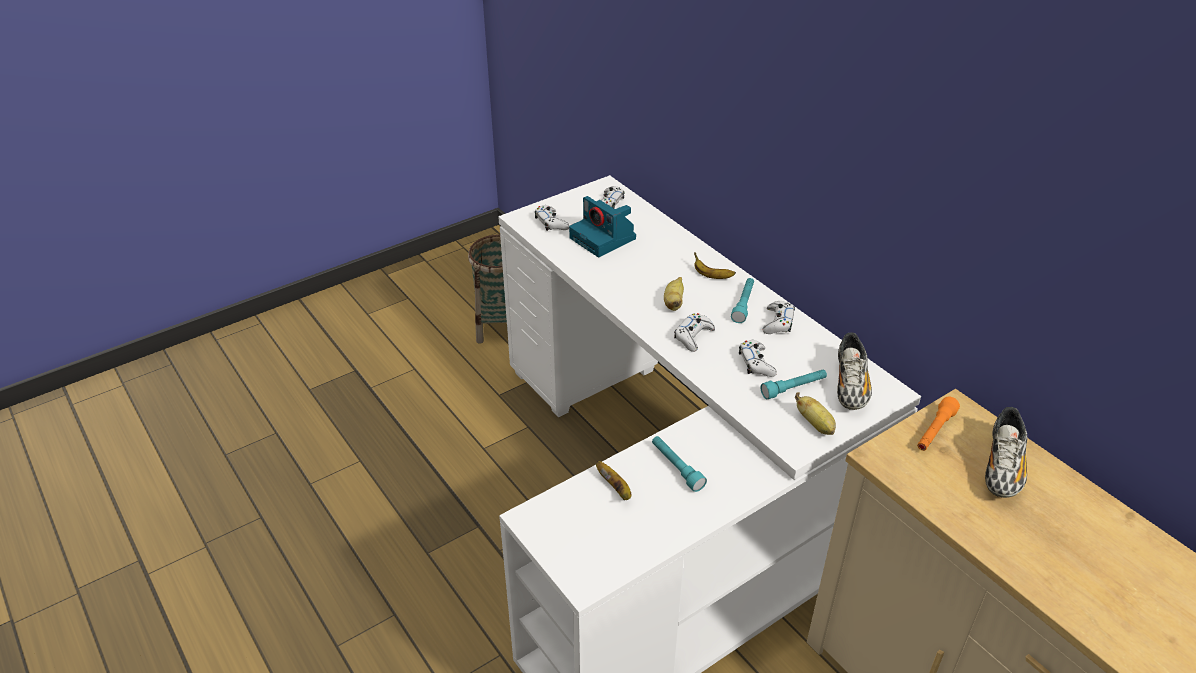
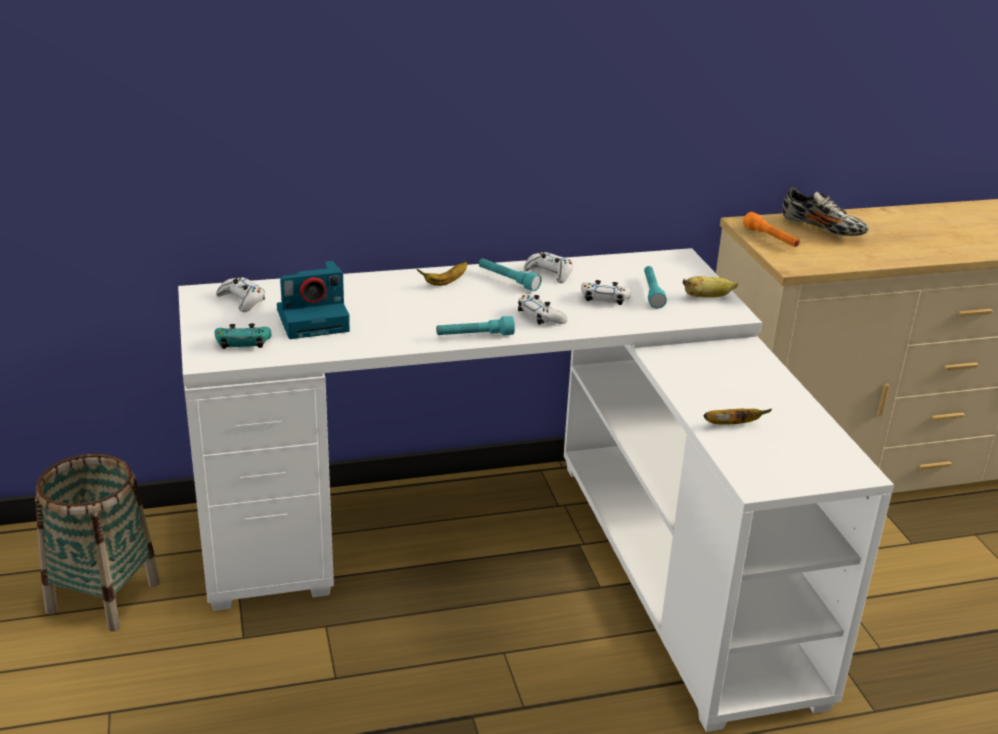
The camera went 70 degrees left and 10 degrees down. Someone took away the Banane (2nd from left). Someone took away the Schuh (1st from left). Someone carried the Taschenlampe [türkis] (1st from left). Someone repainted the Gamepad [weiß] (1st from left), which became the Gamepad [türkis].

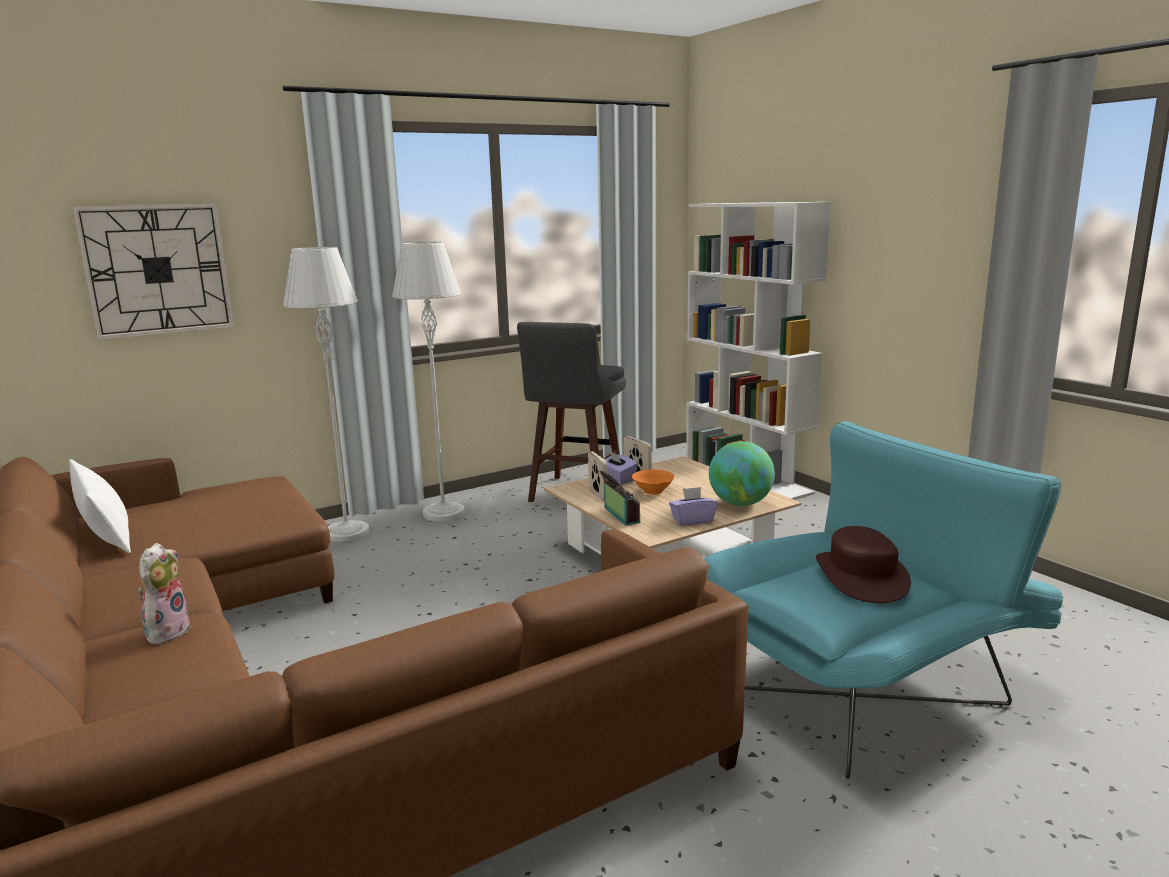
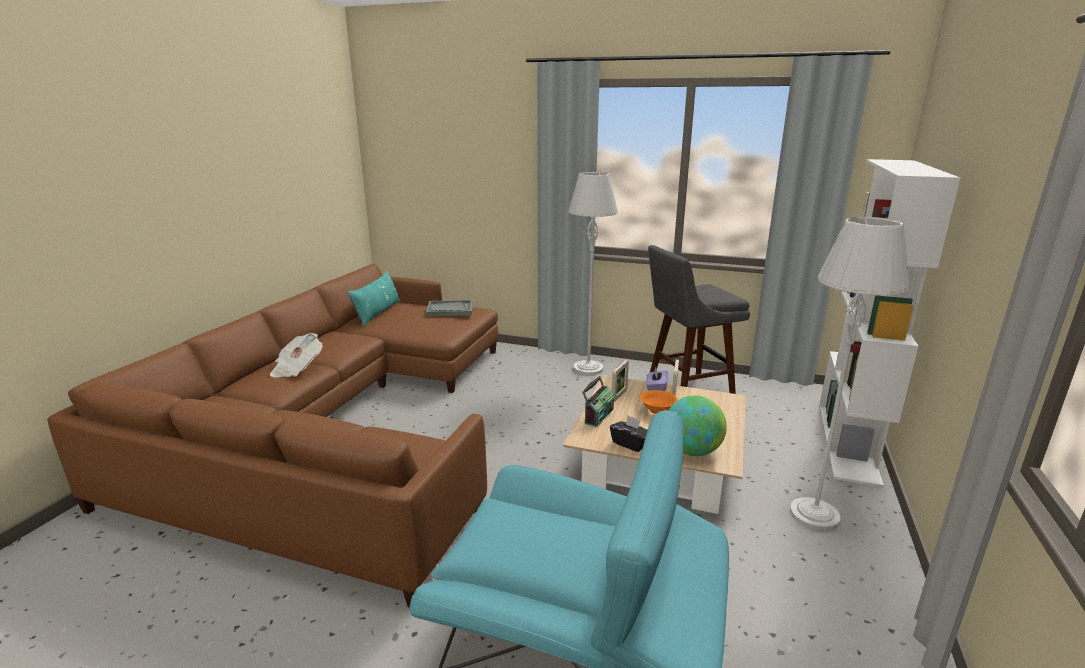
The camera went 50 degrees right and 5 degrees up. Someone took away the Wanduhr. Someone took away the Hut [braun]. Someone put down the Tablett [grau]. Someone carried the Stehlampe [grau] (1st from left in the first image). Someone swapped the Plüschtier for the Zeitung. Someone repainted the Kissen [weiß], which became the Kissen [türkis]. Someone repainted the Taschentuchbox [lila] (2nd from left), which became the Taschentuchbox [schwarz].

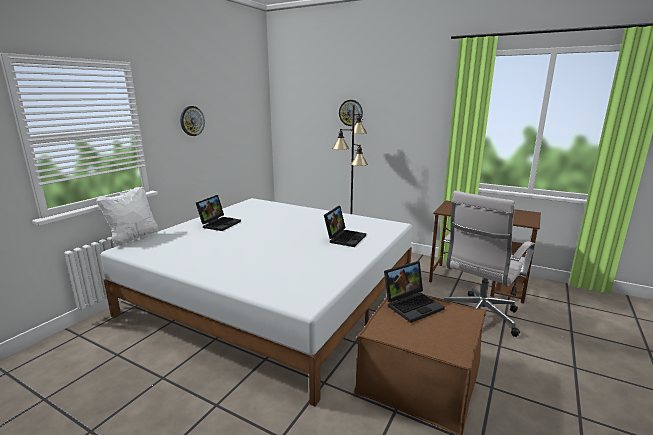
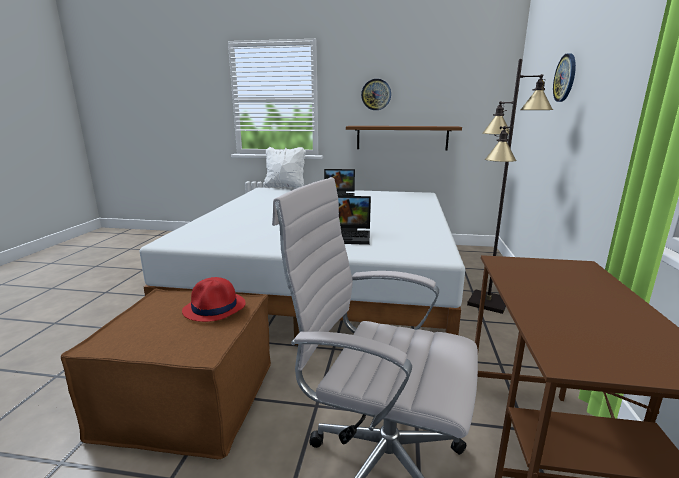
The camera went 70 degrees right and 0 degrees up. Someone put up the Wandregal [braun]. Someone swapped the Laptop (3rd from left) for the Hut [rot].

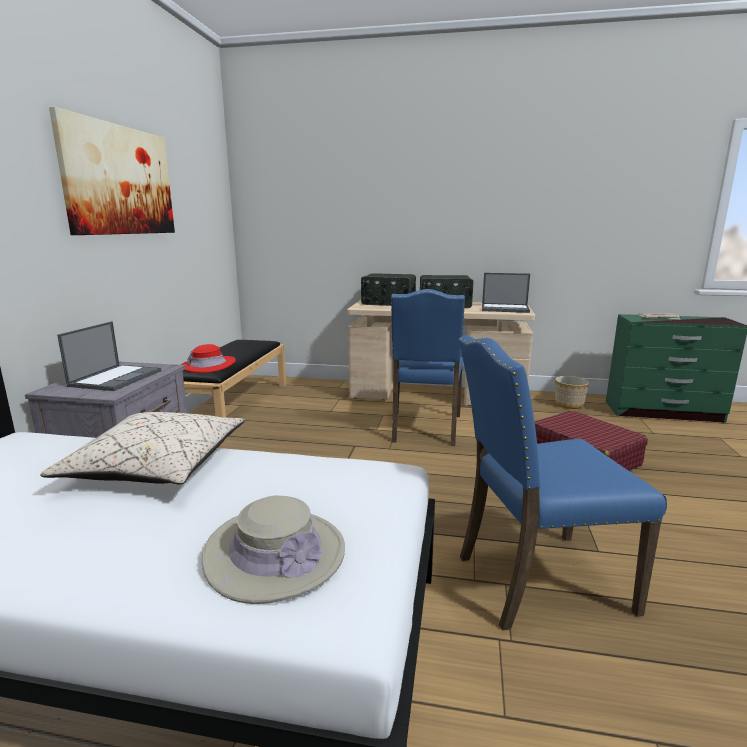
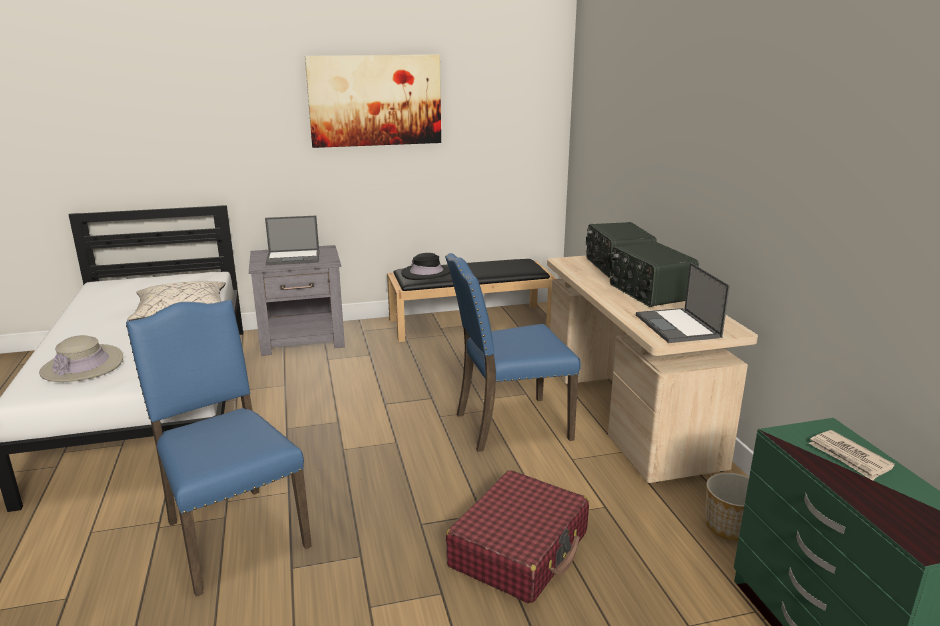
The camera went 65 degrees right and 5 degrees up. Someone repainted the Hut [rot], which became the Hut [schwarz].

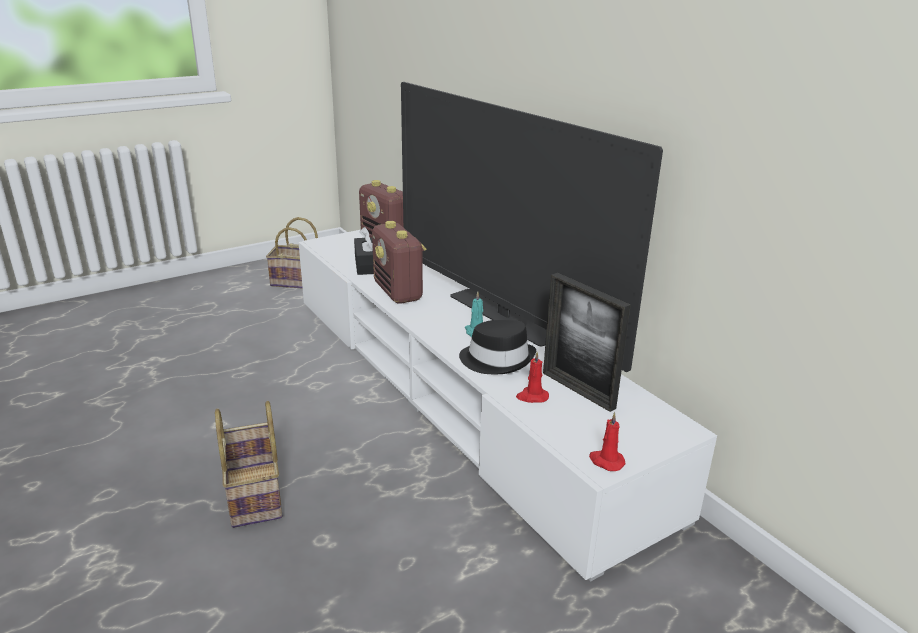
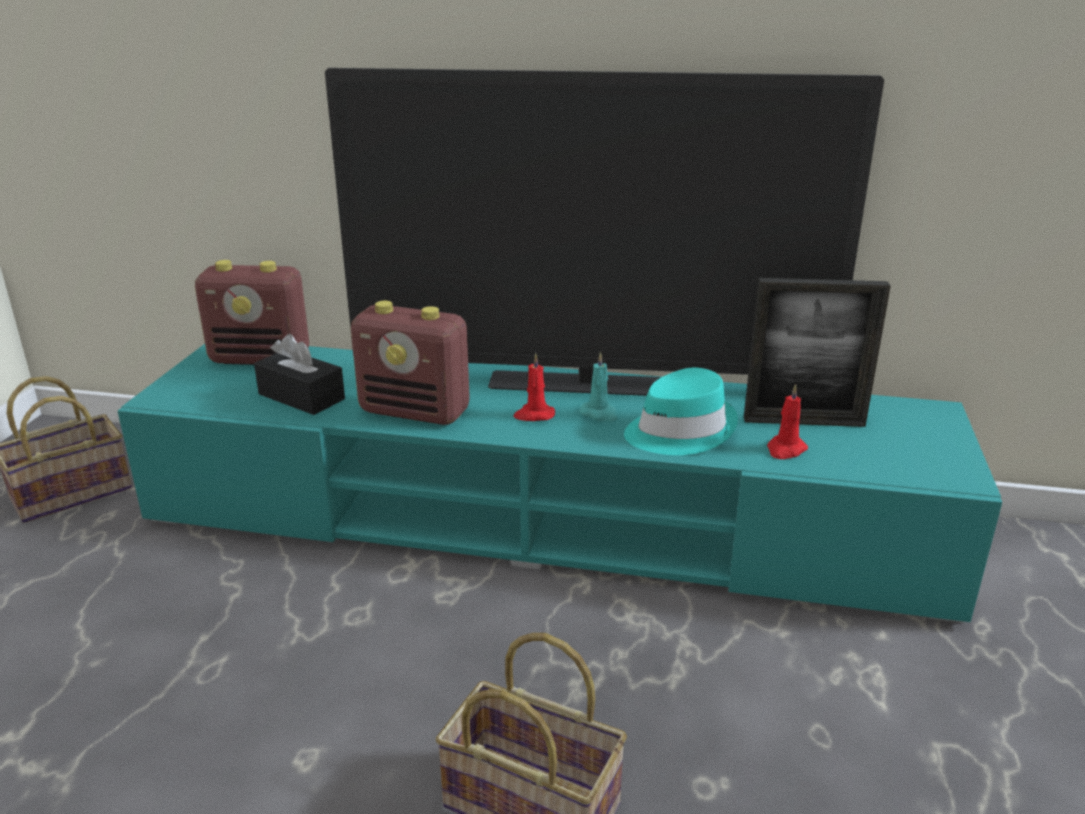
The camera went 45 degrees left and 0 degrees up. Someone carried the Kerze [rot] (2nd from left in the first image). Someone repainted the Fernsehschrank [weiß], which became the Fernsehschrank [türkis]. Someone repainted the Hut [schwarz], which became the Hut [türkis].

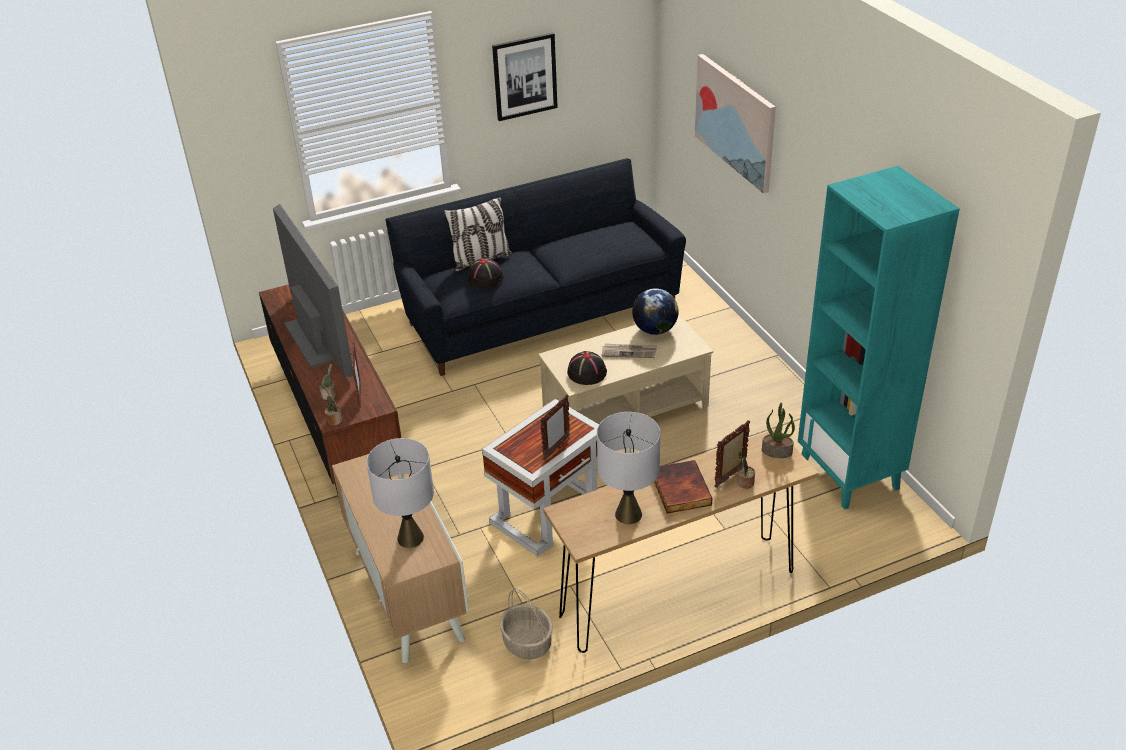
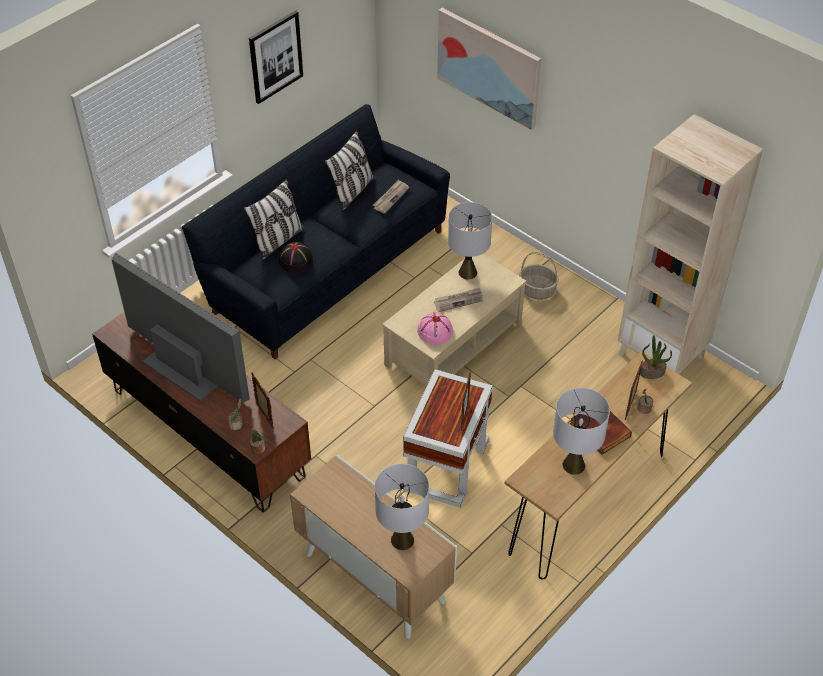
The camera went 25 degrees left and 10 degrees up. Someone put down the Kissen (2nd from left). Someone put down the Zeitung (1st from left). Someone carried the Korb. Someone swapped the Globus for the Tischlampe [grau] (2nd from left). Someone repainted the Hut [schwarz] (2nd from left), which became the Hut [rosa]. Someone repainted the Bücherregal [türkis], which became the Bücherregal [beige].

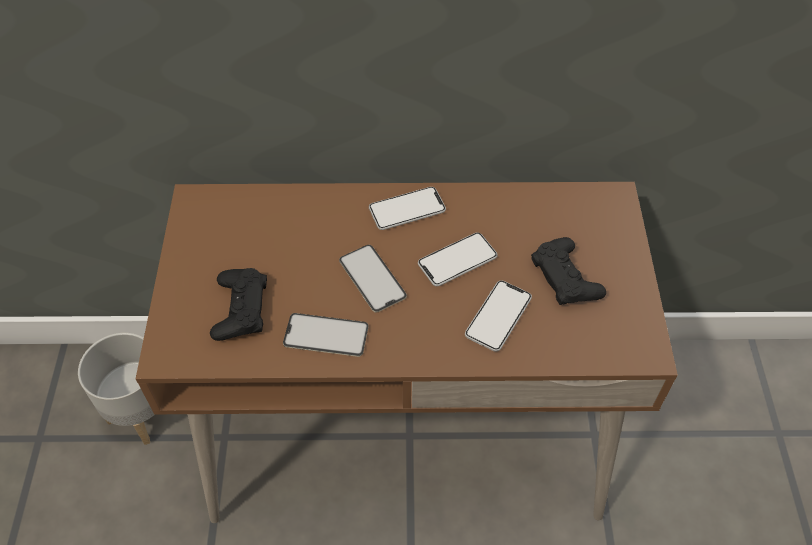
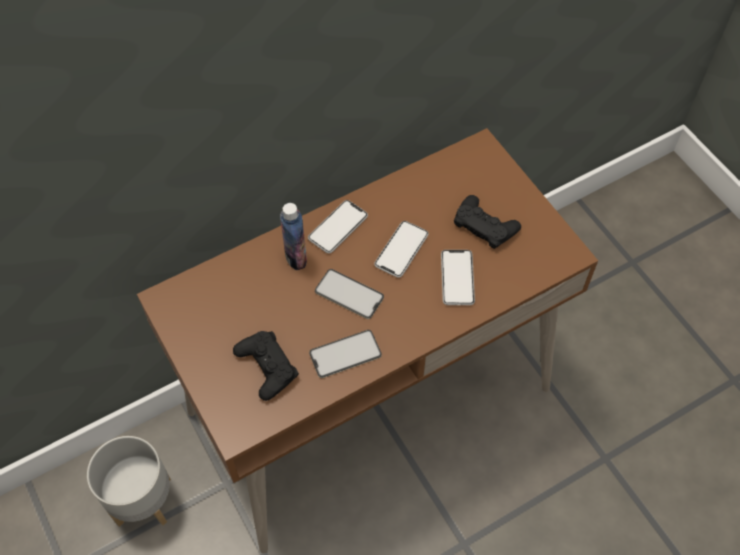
The camera went 30 degrees left and 5 degrees up. Someone put down the Flasche.

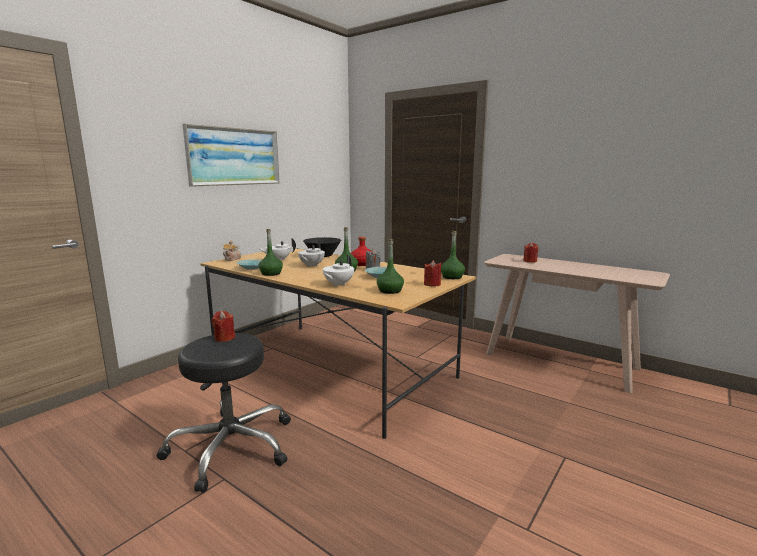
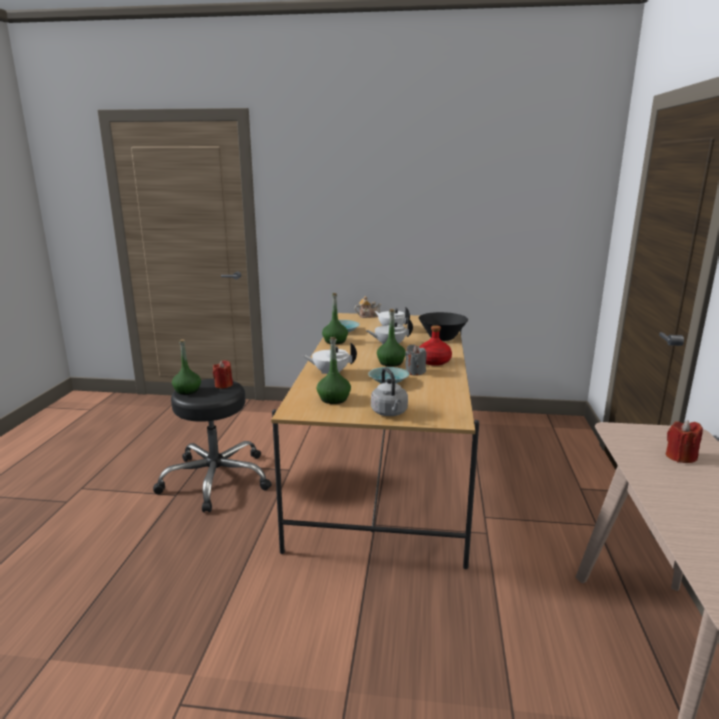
The camera went 60 degrees right and 5 degrees up. Someone took away the Bild. Someone carried the Flasche [grün] (4th from left in the first image). Someone swapped the Kerze [rot] (2nd from left) for the Wasserkessel [grau].

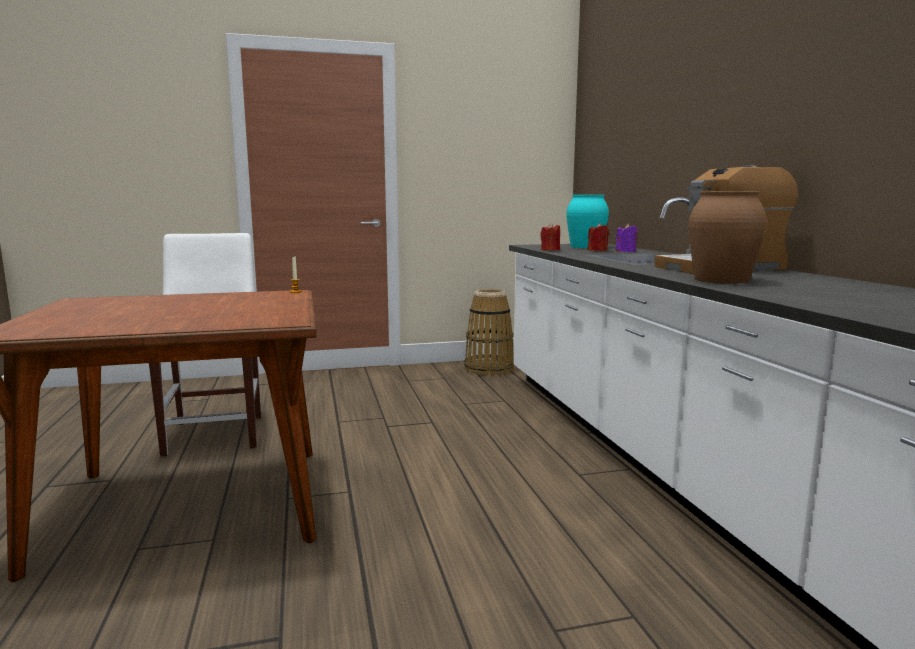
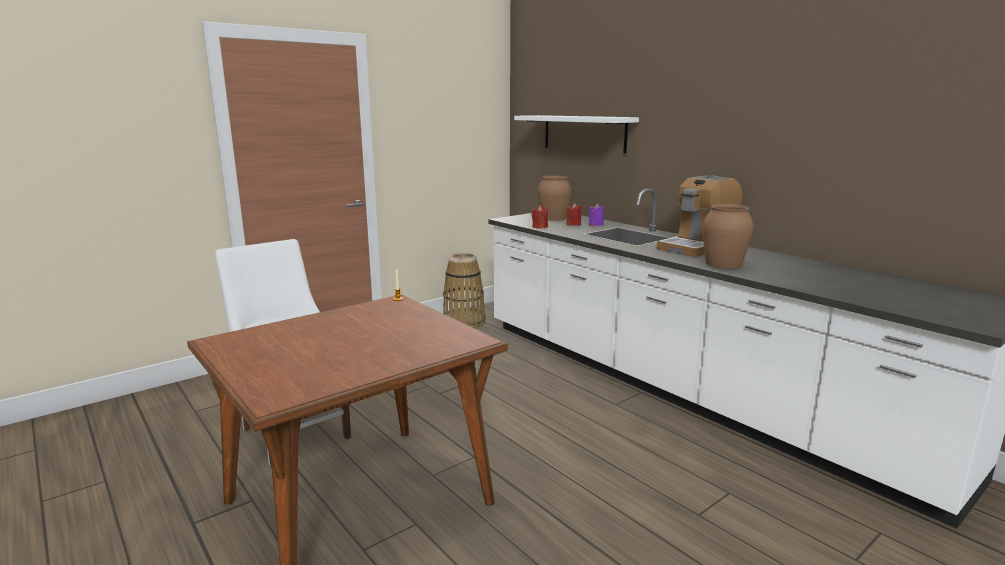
The camera went 25 degrees left and 5 degrees up. Someone put up the Wandregal [weiß]. Someone repainted the Vase [türkis], which became the Vase [braun] (1st from left).

